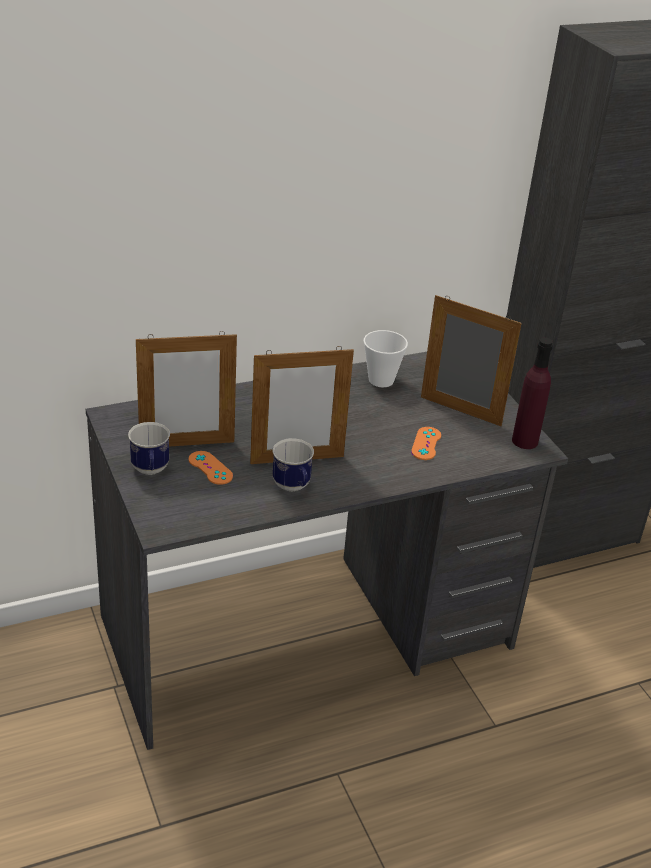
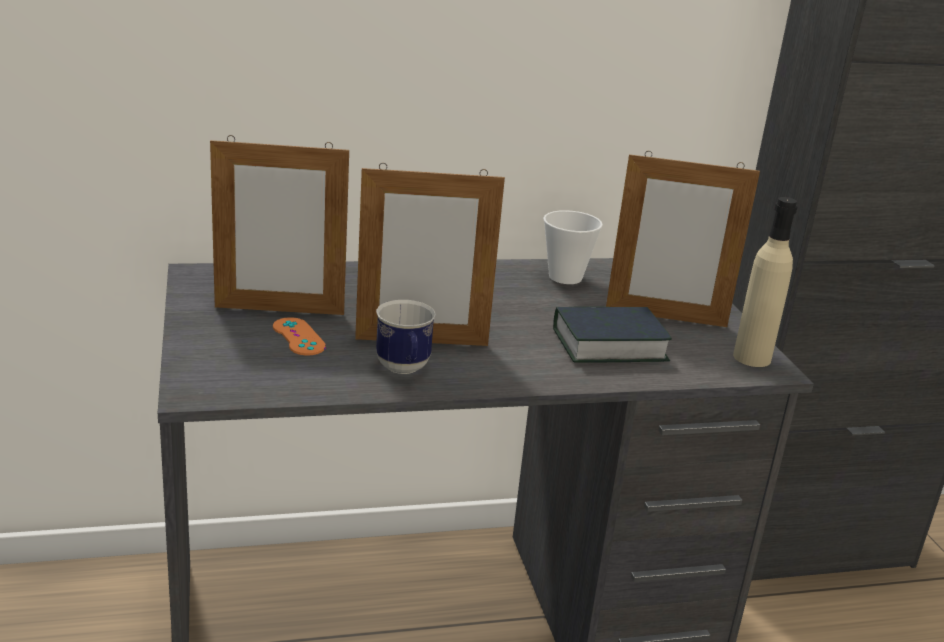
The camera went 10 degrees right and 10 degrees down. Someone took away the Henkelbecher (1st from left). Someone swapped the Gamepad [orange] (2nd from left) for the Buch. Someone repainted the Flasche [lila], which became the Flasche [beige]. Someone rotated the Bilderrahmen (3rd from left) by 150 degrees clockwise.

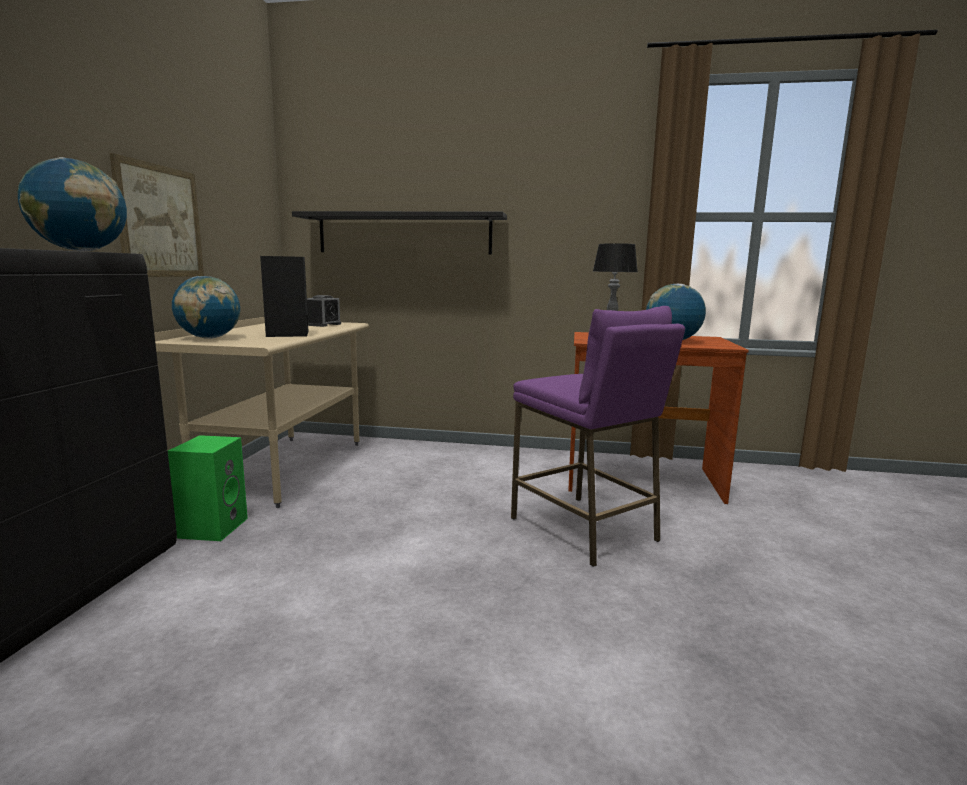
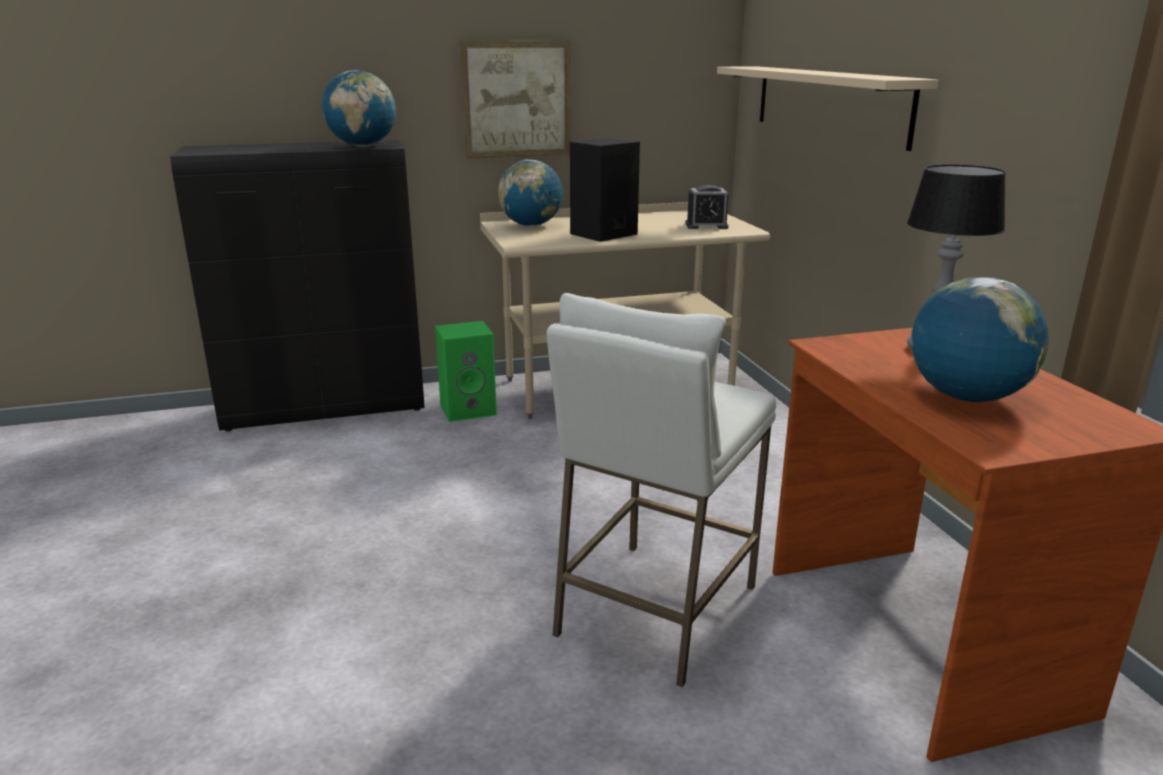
The camera went 65 degrees right and 10 degrees up. Someone repainted the Wandregal [schwarz], which became the Wandregal [beige]. Someone repainted the Hocker [lila], which became the Hocker [weiß].

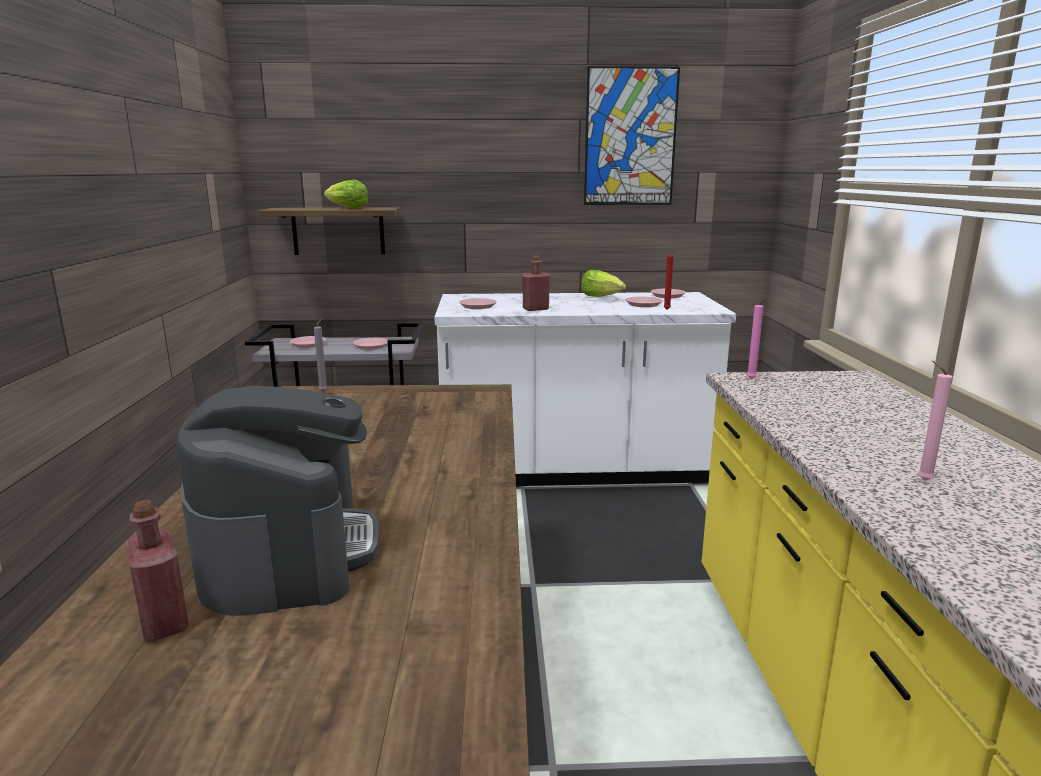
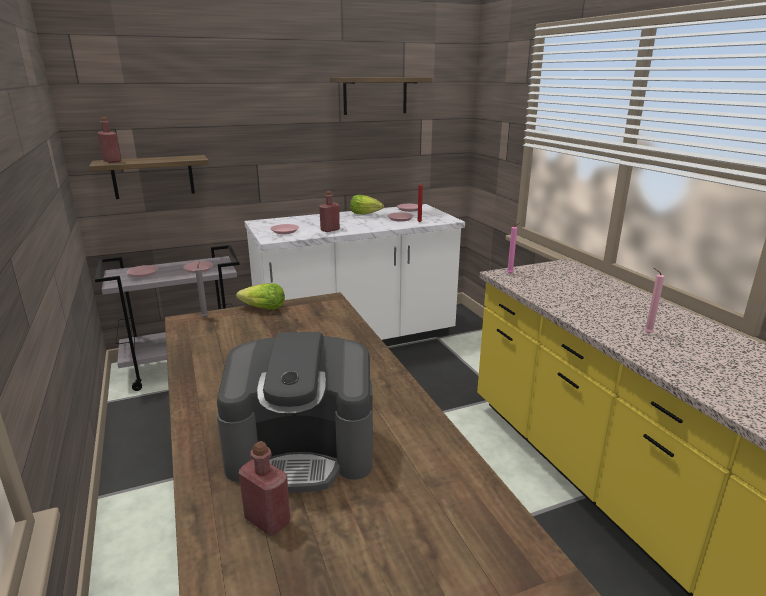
The camera went 20 degrees left and 5 degrees up. Someone put down the Flasche [rot] (1st from left). Someone carried the Salatkopf (1st from left). Someone swapped the Bild for the Wandregal (2nd from left). Someone rotated the Kaffeemaschine by 120 degrees clockwise.

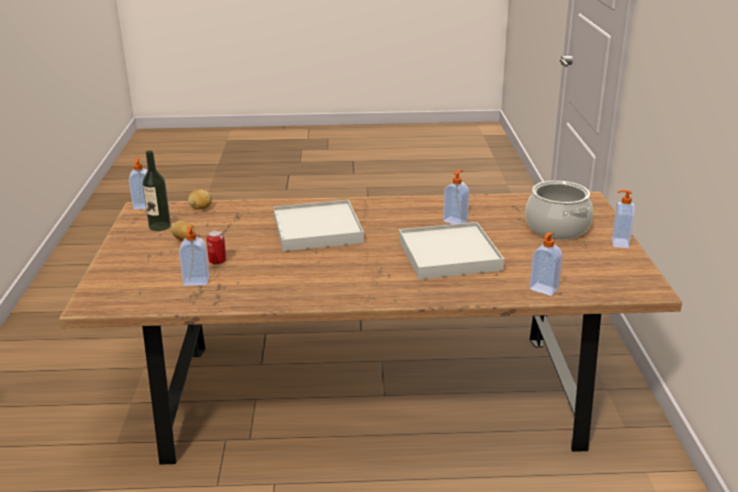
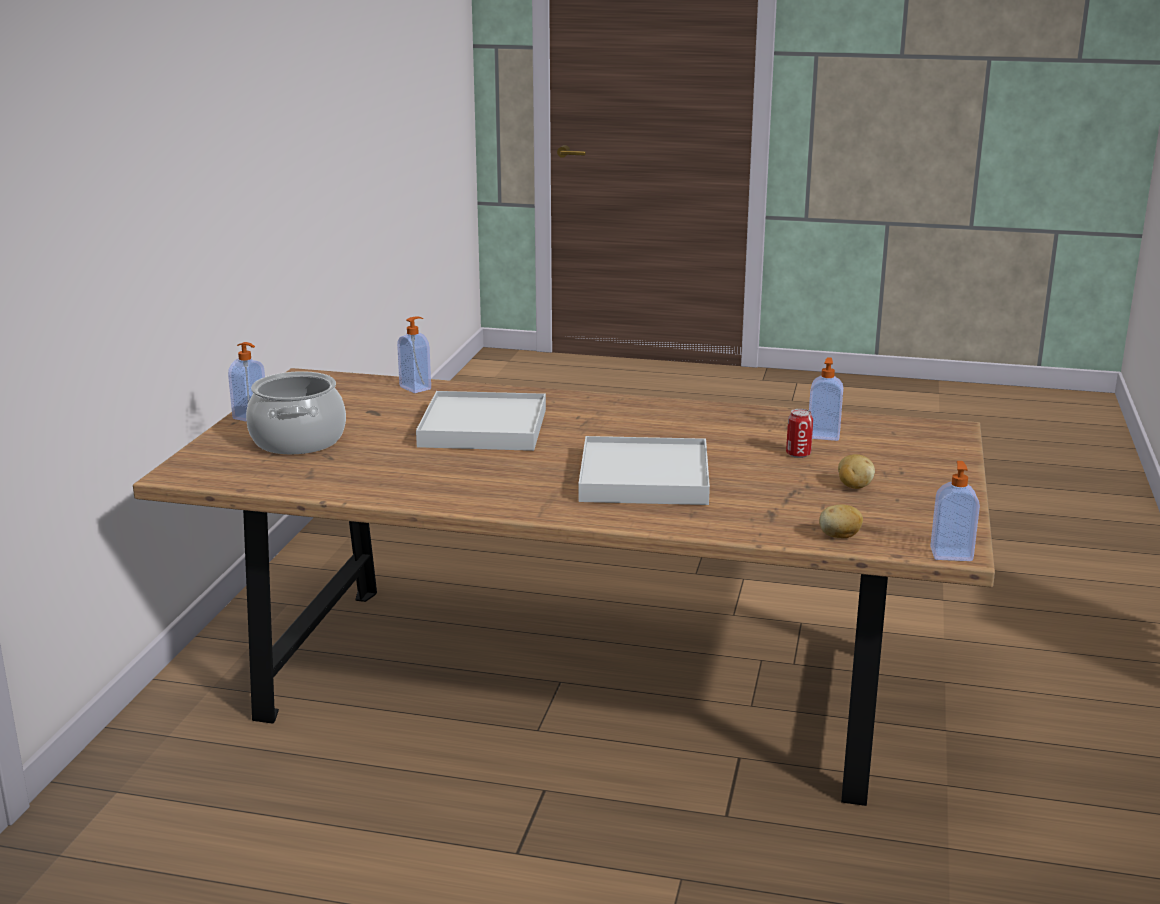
The camera went 165 degrees left and 5 degrees down. Someone took away the Flasche. Someone took away the Seifenspender (3rd from left).

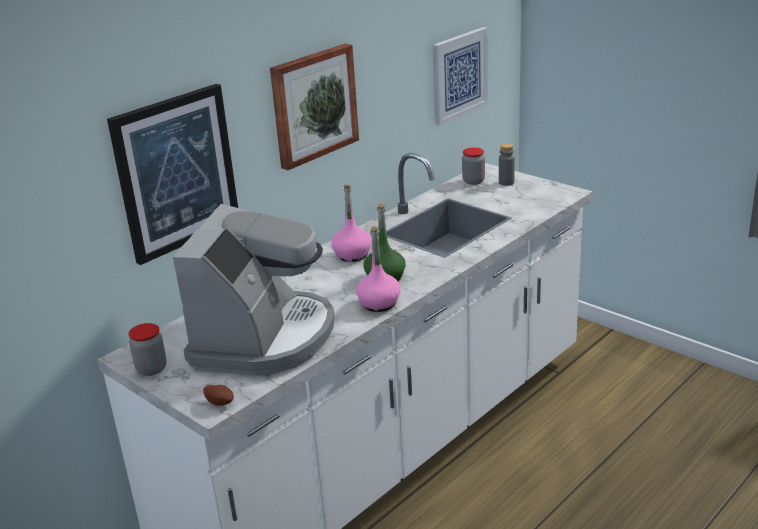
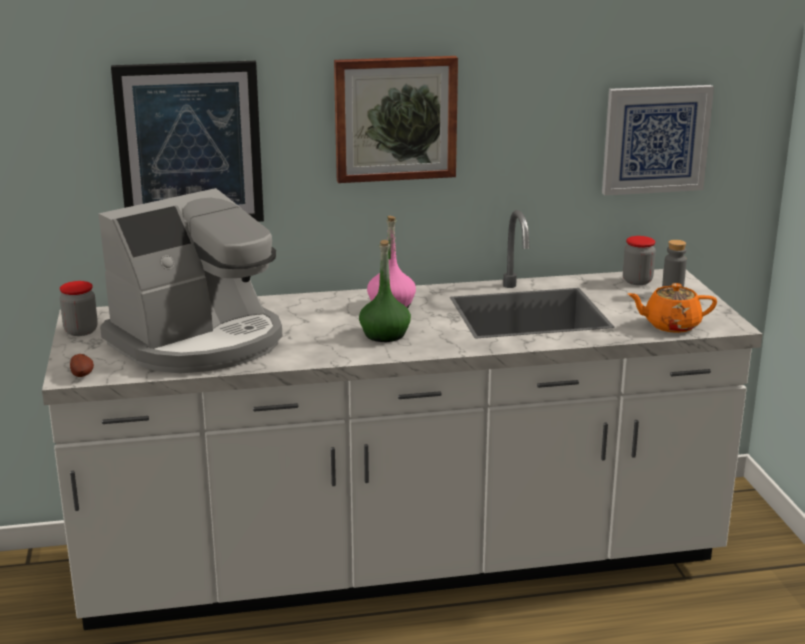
The camera went 35 degrees right and 5 degrees down. Someone took away the Flasche [rosa] (2nd from left). Someone put down the Teekanne [orange].

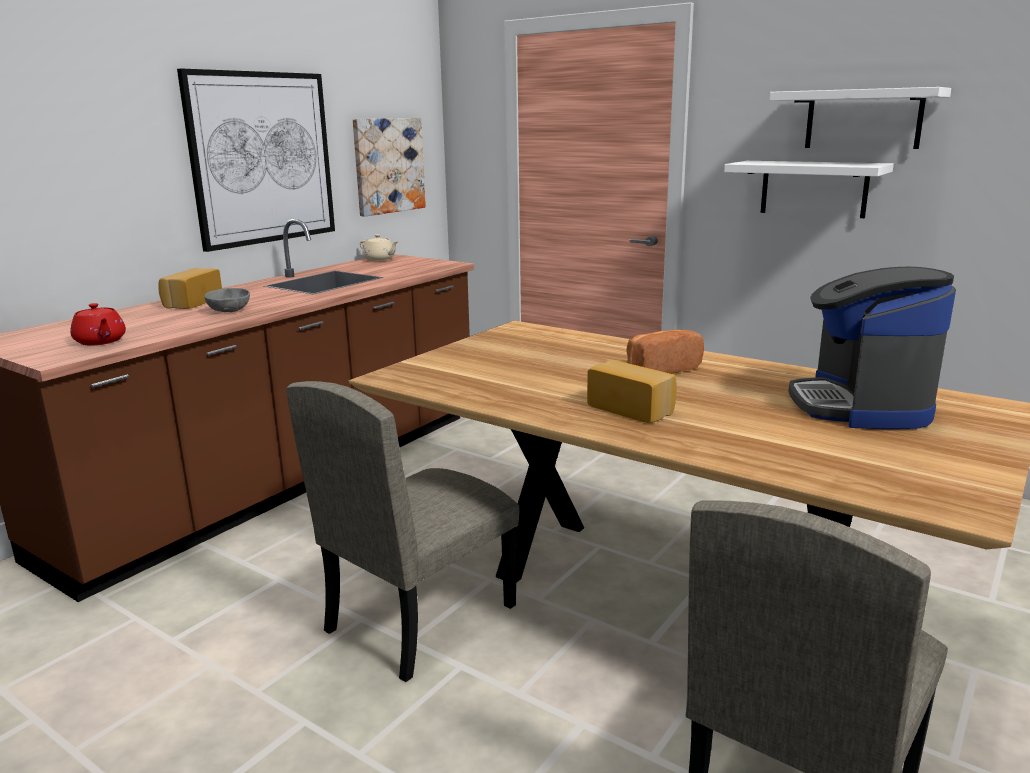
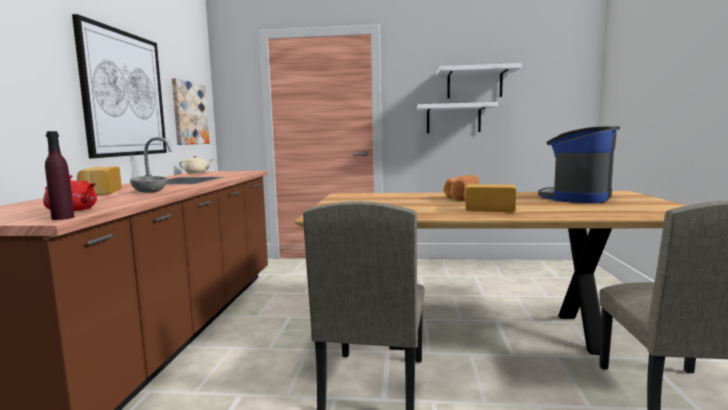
The camera went 30 degrees left and 10 degrees down. Someone put down the Flasche [lila]. Someone rotated the Kaffeemaschine by 60 degrees clockwise.

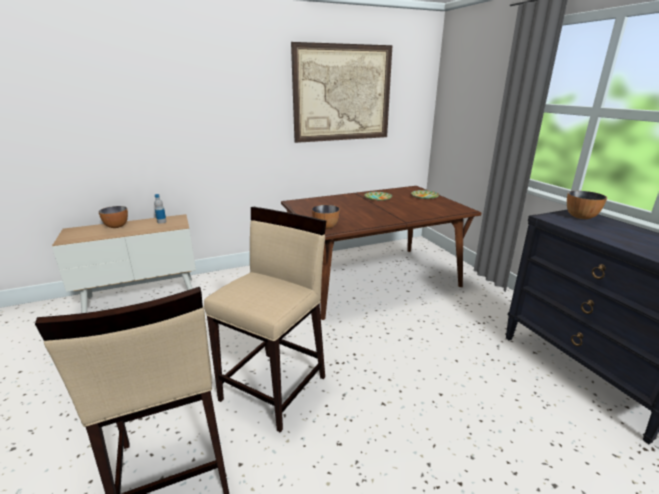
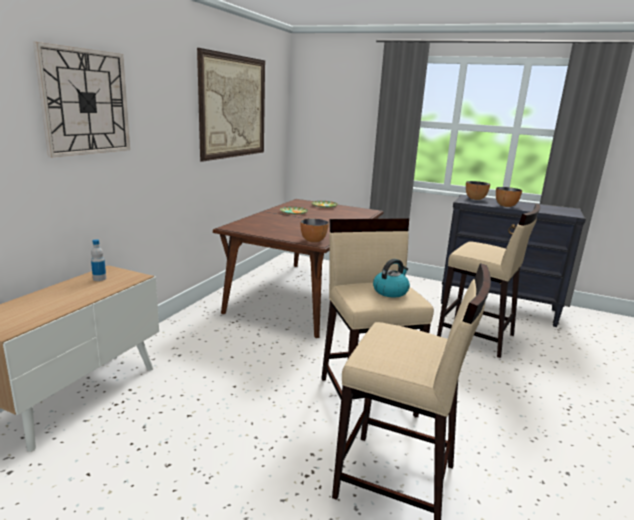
The camera went 45 degrees left and 5 degrees down. Someone put up the Wanduhr. Someone put down the Wasserkessel. Someone put down the Hocker [beige] (3rd from left). Someone carried the Schüssel (1st from left in the first image).

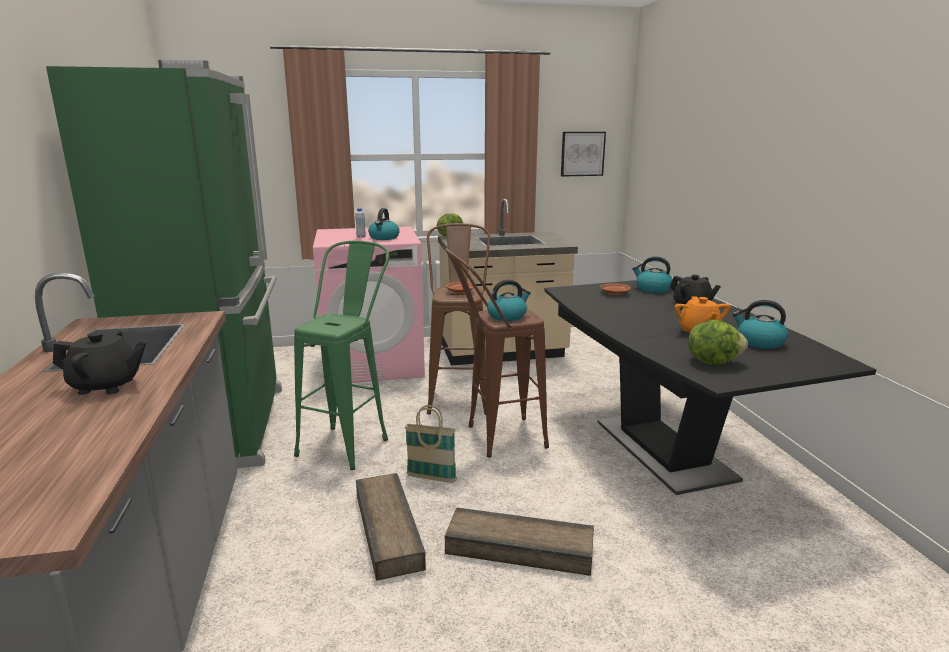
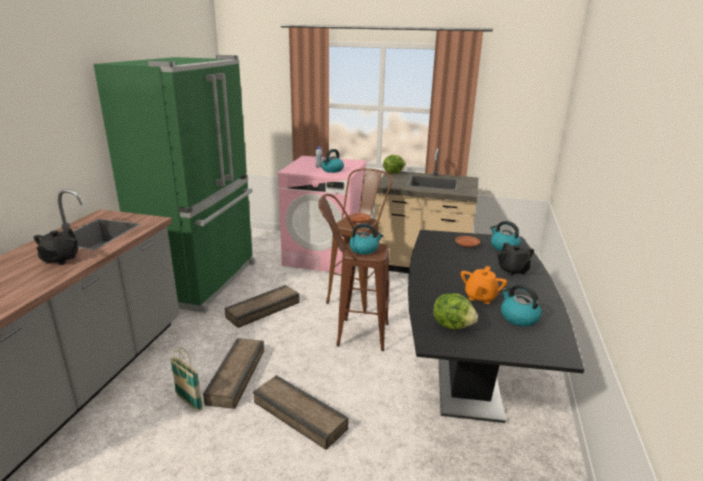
The camera went 25 degrees right and 5 degrees up. Someone took away the Bild. Someone carried the Korb. Someone swapped the Hocker [grün] for the Kiste (2nd from left). Someone rotated the Teekanne [schwarz] (1st from left) by 75 degrees clockwise.

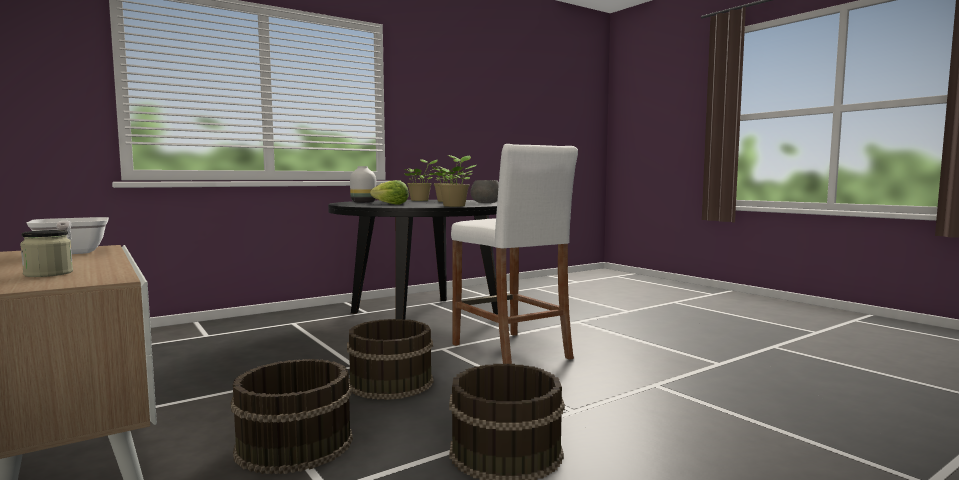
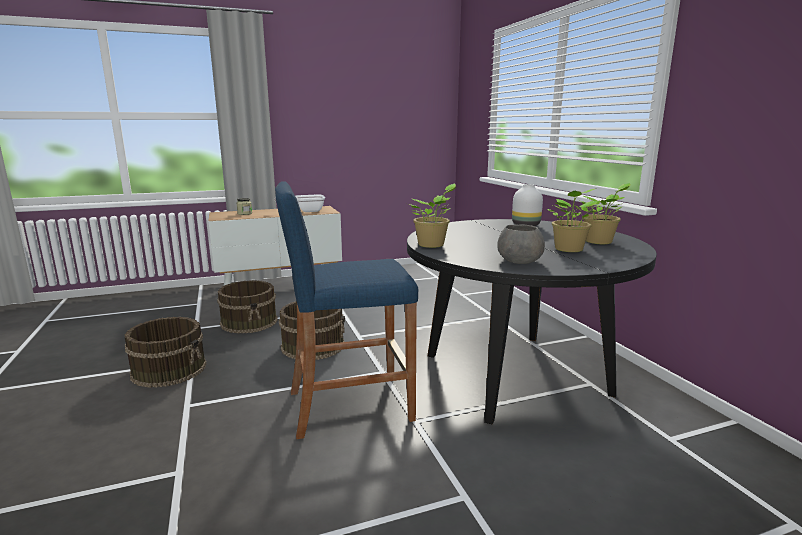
The camera went 105 degrees right and 10 degrees up. Someone took away the Salatkopf. Someone repainted the Hocker [weiß], which became the Hocker [blau].

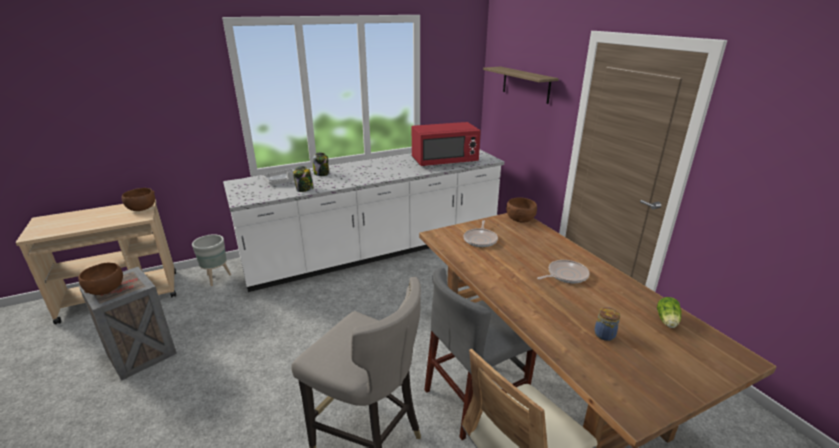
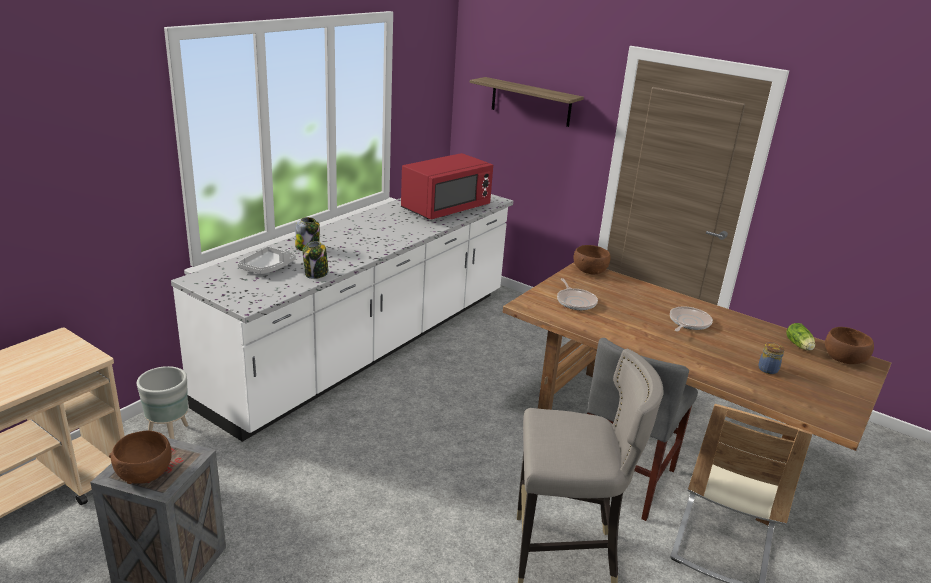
The camera went 30 degrees left and 0 degrees up. Someone carried the Schüssel [braun] (2nd from left in the first image).

